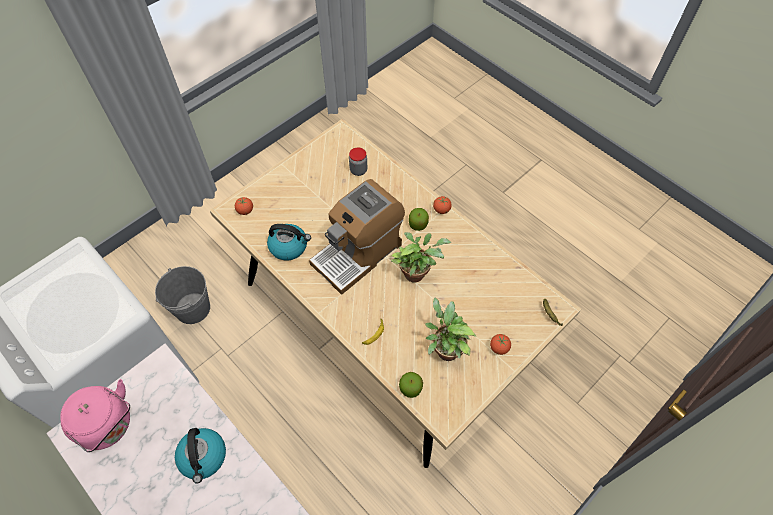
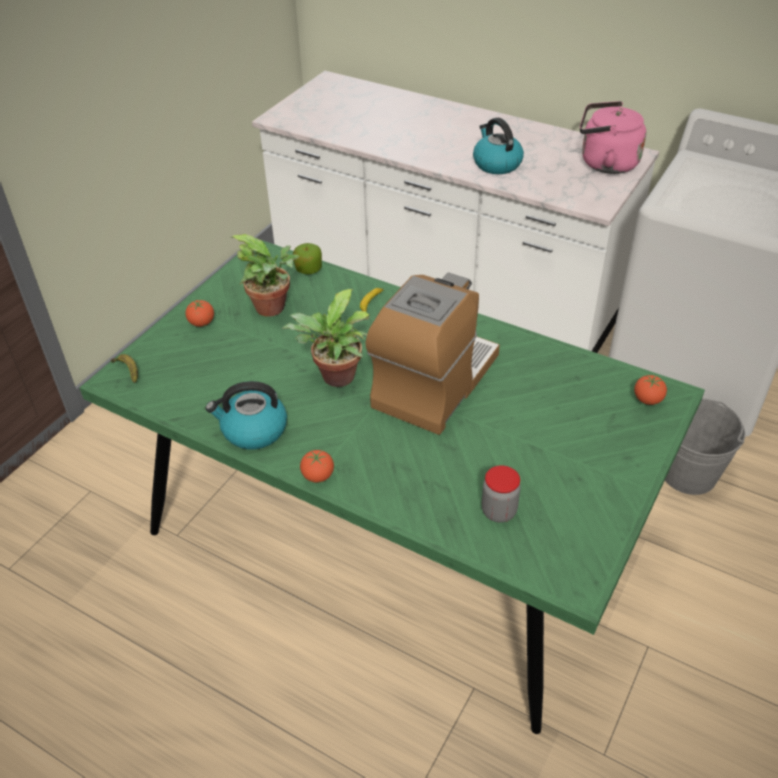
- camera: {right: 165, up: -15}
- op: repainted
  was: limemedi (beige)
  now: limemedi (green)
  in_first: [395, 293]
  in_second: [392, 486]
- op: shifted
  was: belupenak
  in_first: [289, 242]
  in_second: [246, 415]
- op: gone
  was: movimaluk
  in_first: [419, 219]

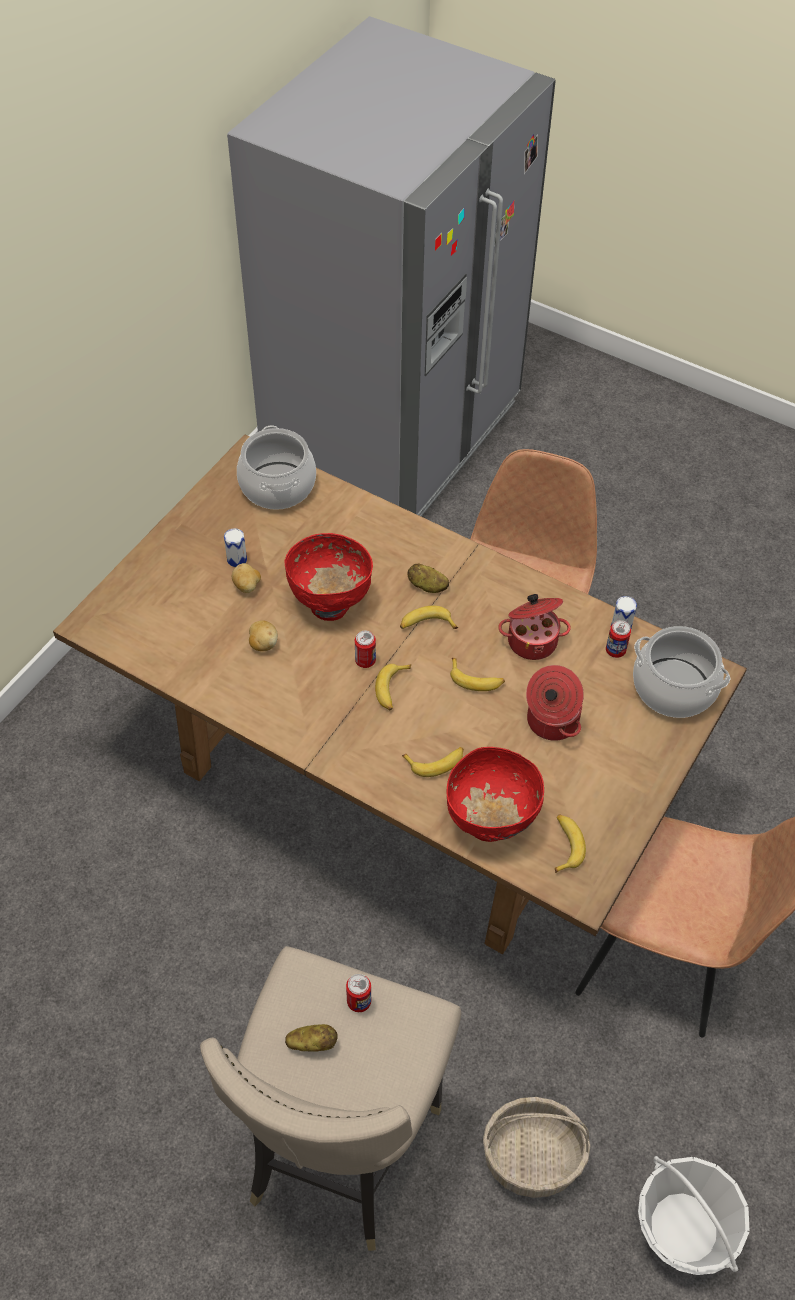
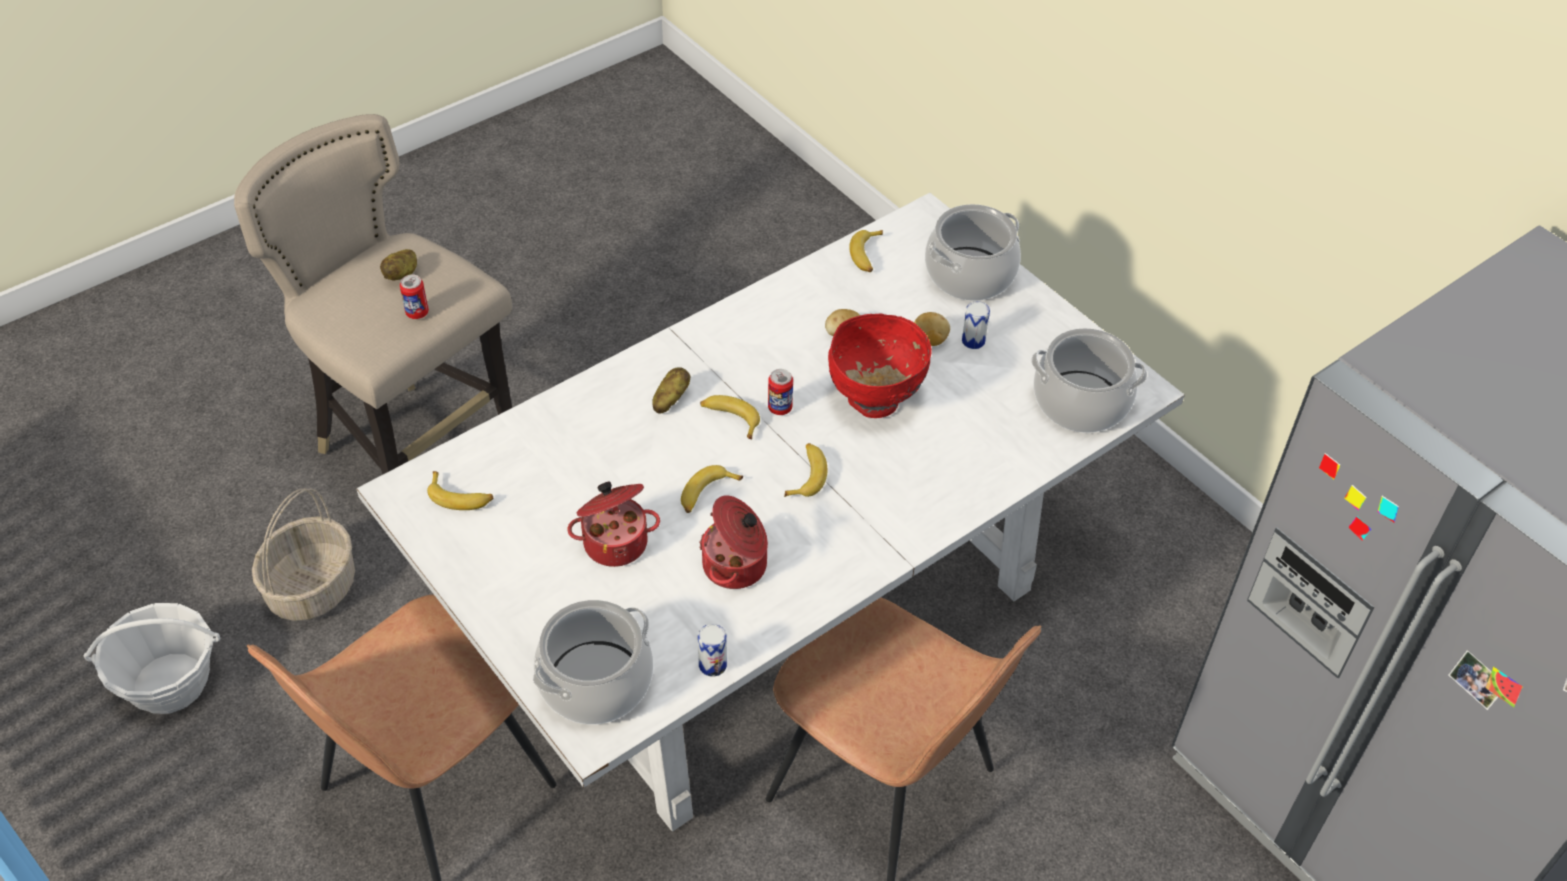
- camera: {right: 110, up: -5}
- op: repainted
  was: limemedi (brown)
  now: limemedi (white)
  in_first: [400, 694]
  in_second: [770, 512]
- op: shifted
  was: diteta
  in_first: [433, 762]
  in_second: [866, 251]
- op: shifted
  was: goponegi
  in_first: [428, 578]
  in_second: [671, 391]
- op: gone
  was: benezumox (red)
  in_first: [495, 794]
- op: gone
  was: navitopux
  in_first: [618, 639]
- op: new
  now: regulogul
  in_second: [973, 252]

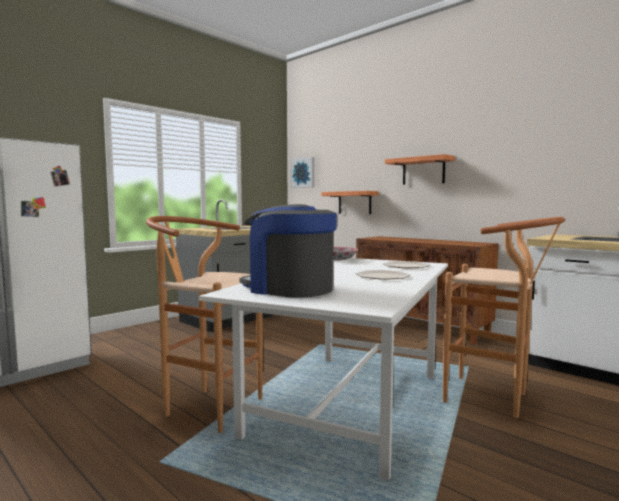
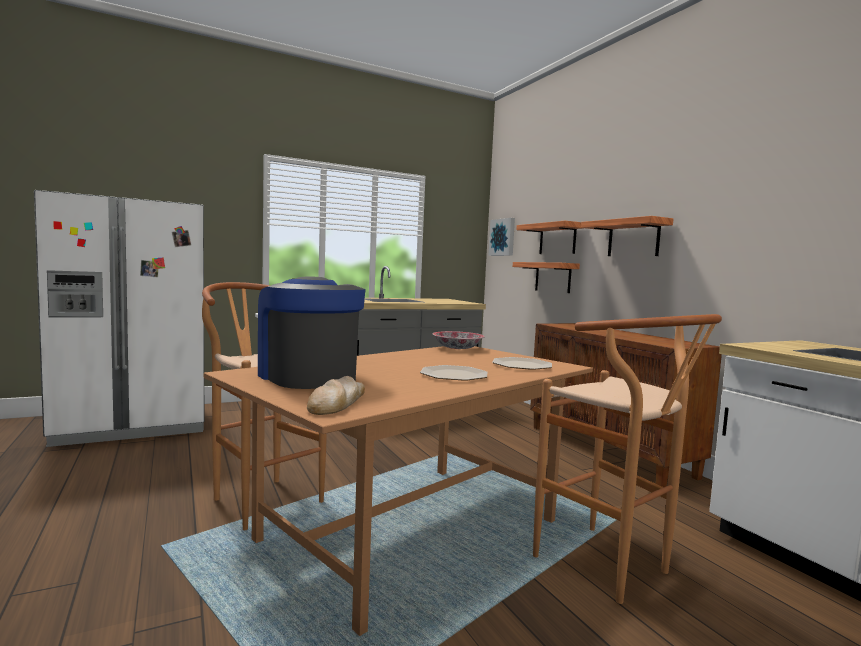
- camera: {right: 20, up: 0}
- op: repainted
  was: limemedi (white)
  now: limemedi (brown)
  in_first: [323, 369]
  in_second: [398, 491]
- op: new
  now: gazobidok
  in_second: [336, 395]
- op: new
  now: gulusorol
  in_second: [549, 237]

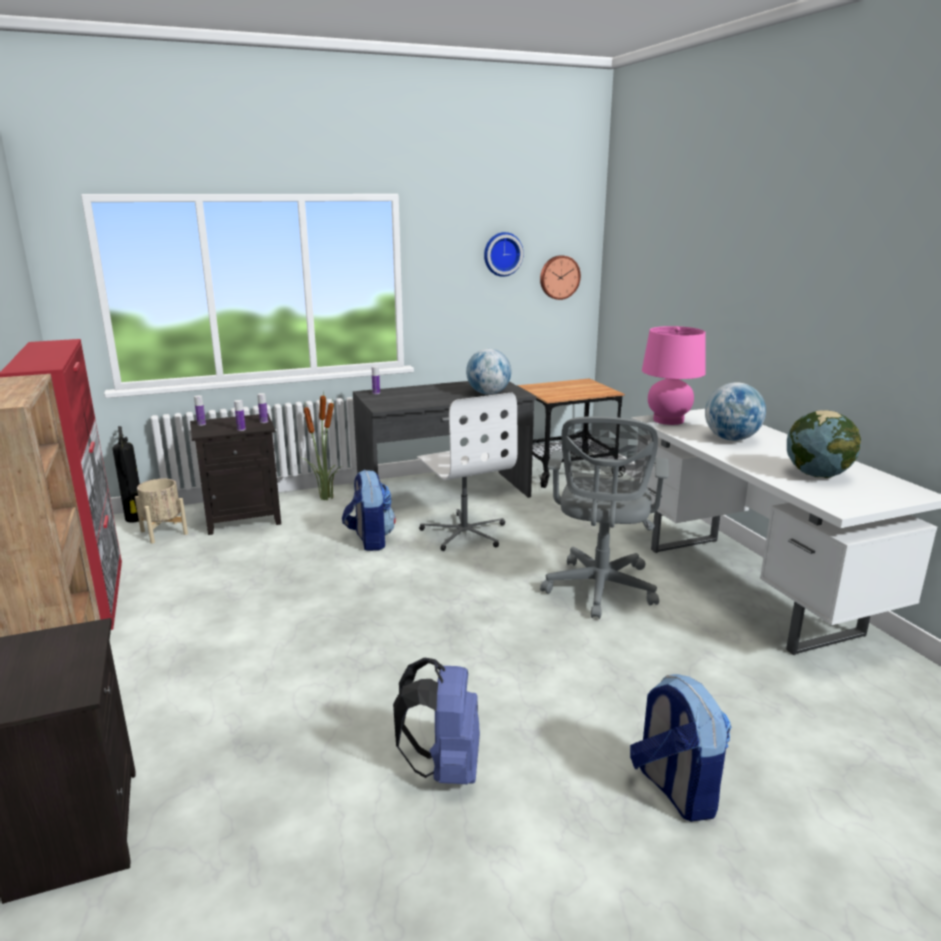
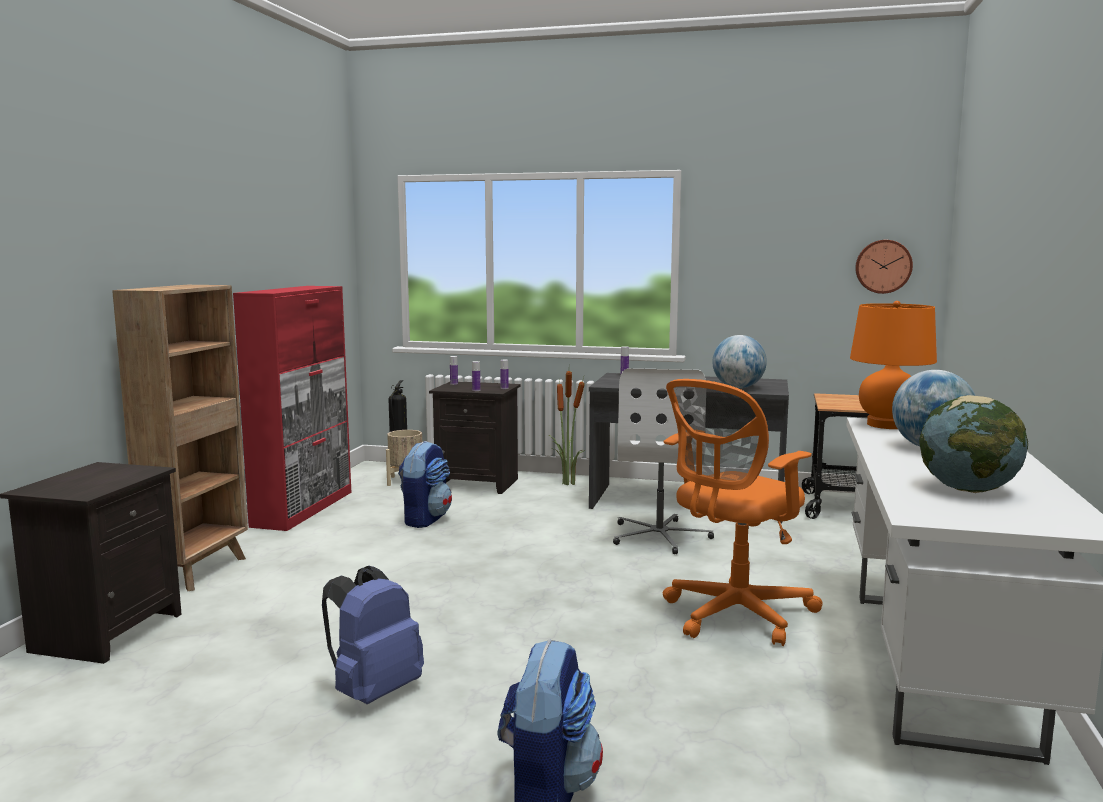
- camera: {right: 35, up: -10}
- op: shifted
  was: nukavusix
  in_first: [369, 510]
  in_second: [425, 484]
- op: gone
  was: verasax
  in_first: [504, 254]
- op: repainted
  was: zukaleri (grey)
  now: zukaleri (orange)
  in_first: [604, 517]
  in_second: [742, 512]
- op: repainted
  was: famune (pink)
  now: famune (orange)
  in_first: [673, 375]
  in_second: [893, 365]

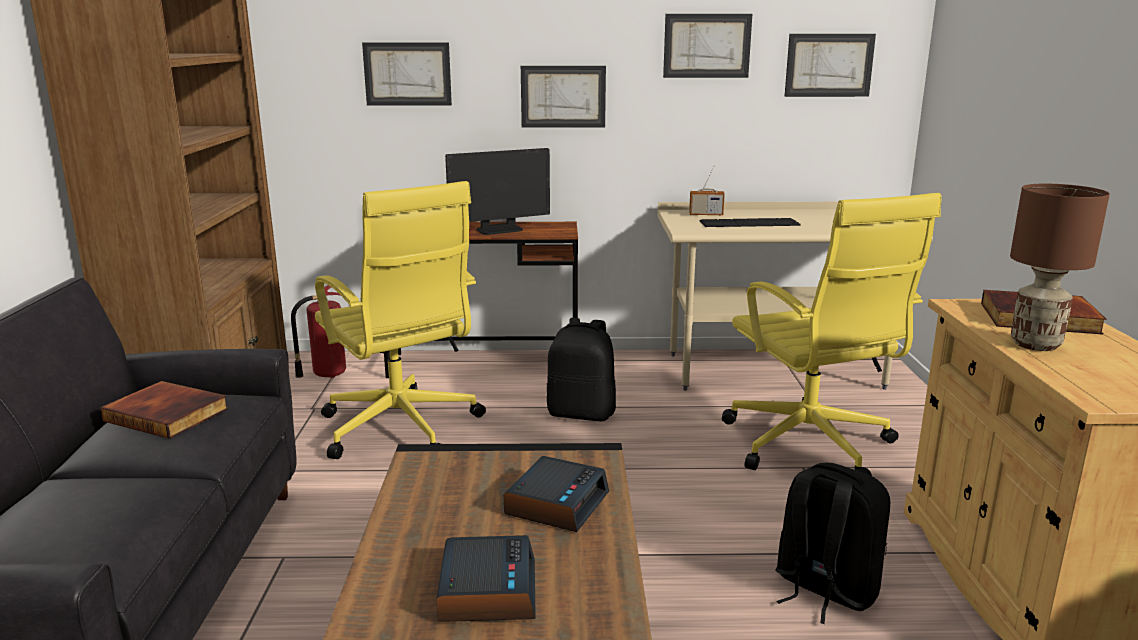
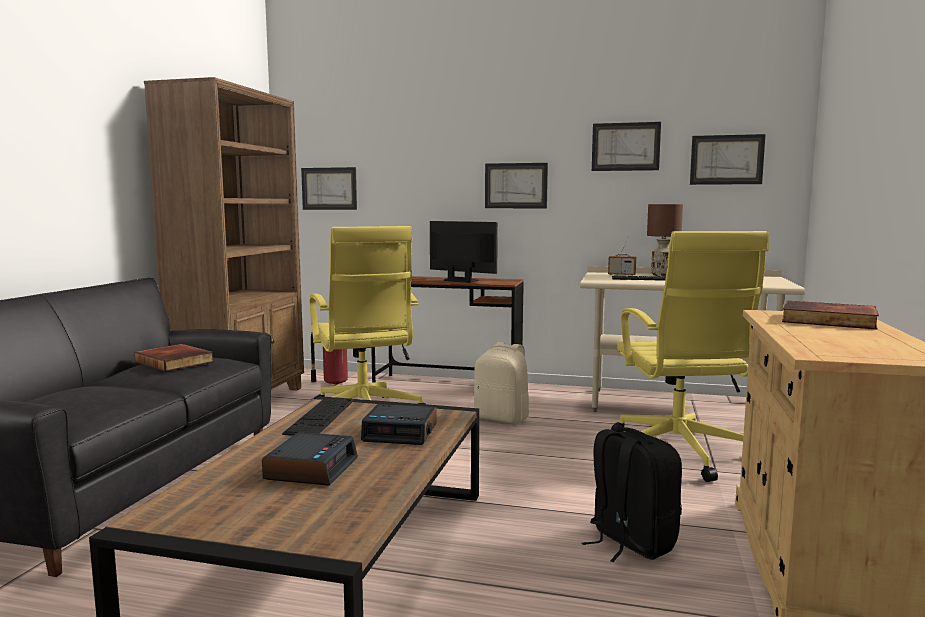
- camera: {right: 15, up: -10}
- op: shifted
  was: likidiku
  in_first: [407, 74]
  in_second: [329, 188]
- op: rotated
  was: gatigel
  in_first: [497, 191]
  in_second: [464, 252]
  clockwise: -135
- op: rotated
  was: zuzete
  in_first: [556, 494]
  in_second: [399, 424]
  clockwise: 60
- op: repainted
  was: nukavusix (black)
  now: nukavusix (beige)
  in_first: [581, 370]
  in_second: [501, 383]
- op: shifted
  was: famune (brown)
  in_first: [1060, 267]
  in_second: [665, 240]
- op: new
  now: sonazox
  in_second: [318, 417]

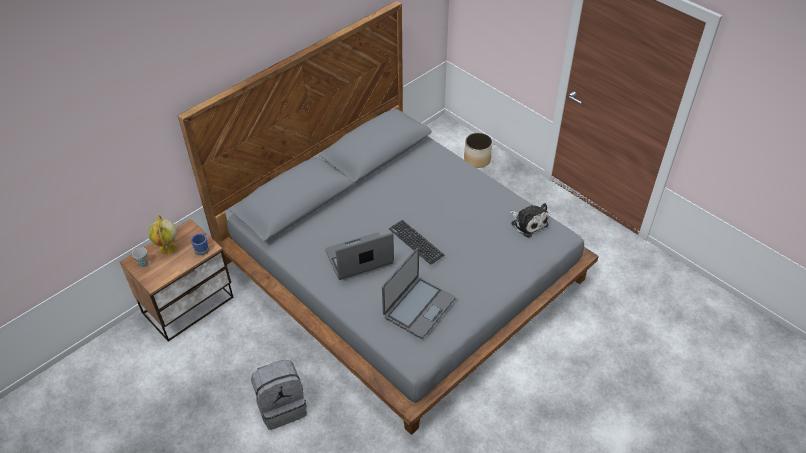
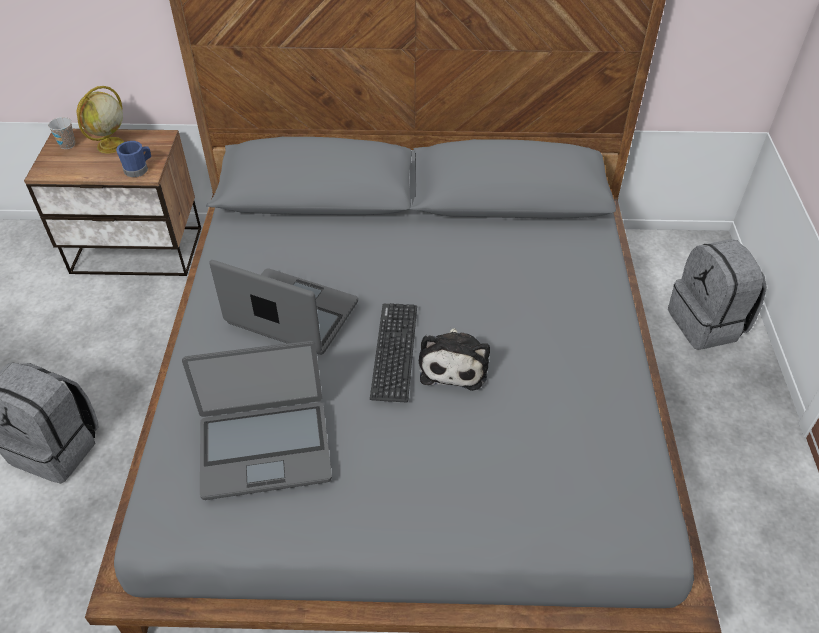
- camera: {right: 45, up: 0}
- op: swapped
  was: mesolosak
  now: nukavusix (grey)
  in_first: [478, 150]
  in_second: [717, 294]
- op: shifted
  was: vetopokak
  in_first: [529, 220]
  in_second: [454, 359]

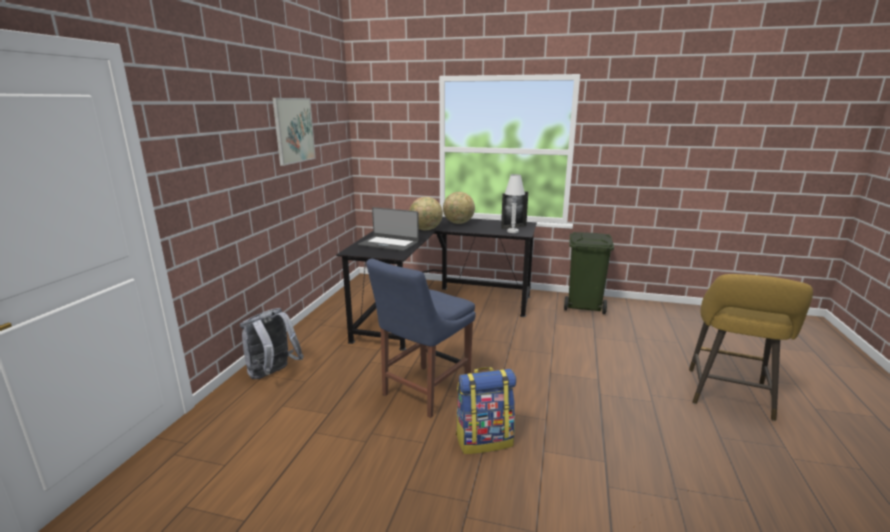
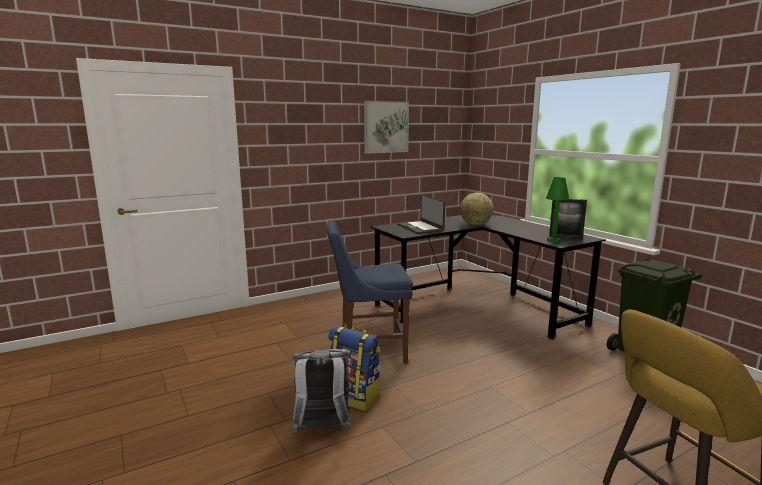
- camera: {right: 45, up: -5}
- op: shifted
  was: nukavusix (grey)
  in_first: [272, 343]
  in_second: [321, 390]
- op: gone
  was: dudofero
  in_first: [459, 208]
- op: repainted
  was: famune (white)
  now: famune (green)
  in_first: [515, 203]
  in_second: [557, 209]

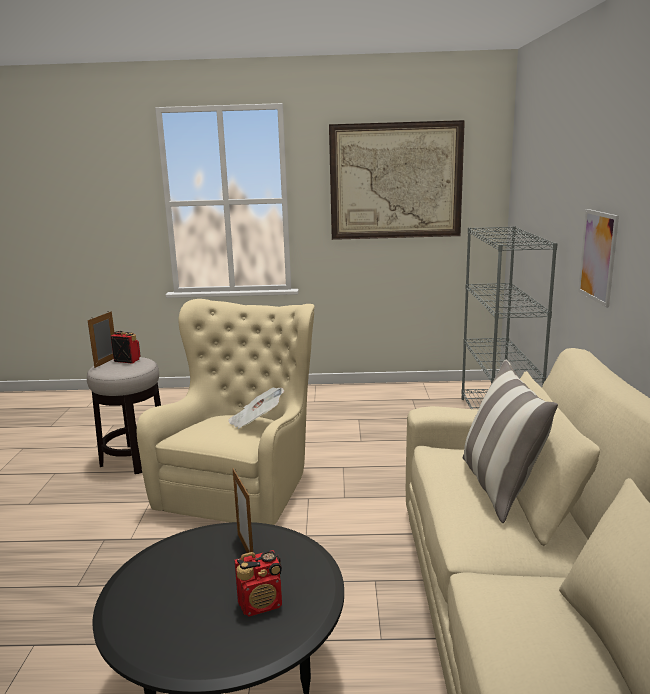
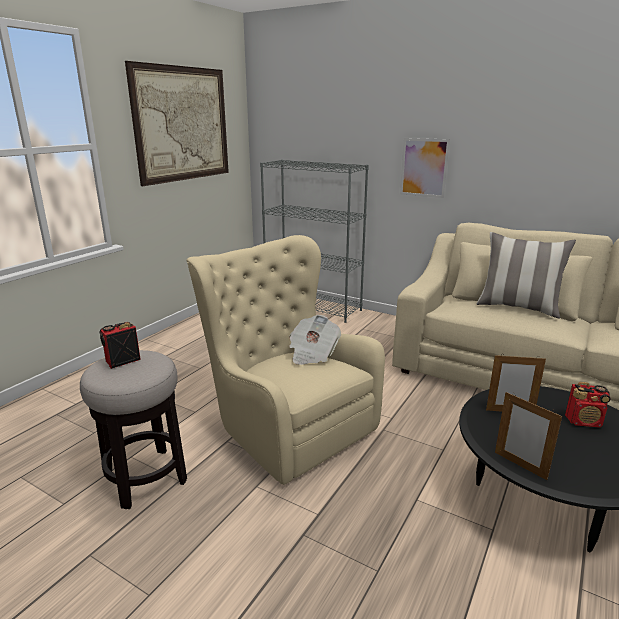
- camera: {right: -60, up: 5}
- op: shifted
  was: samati
  in_first: [101, 339]
  in_second: [528, 436]
- op: rotated
  was: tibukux
  in_first: [258, 583]
  in_second: [588, 405]
  clockwise: 90

